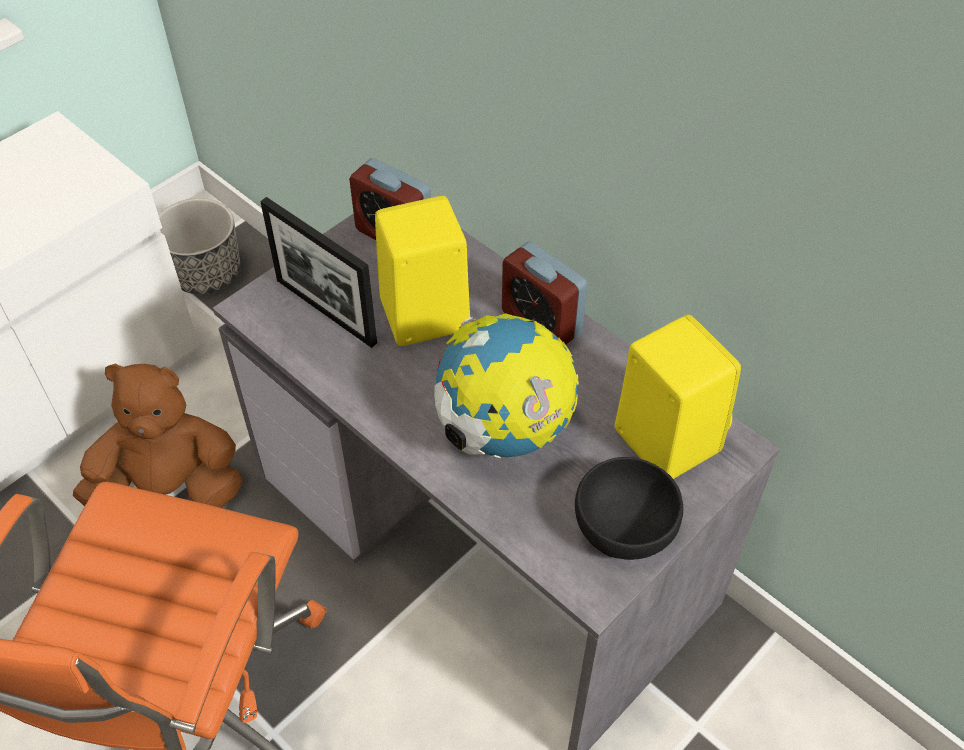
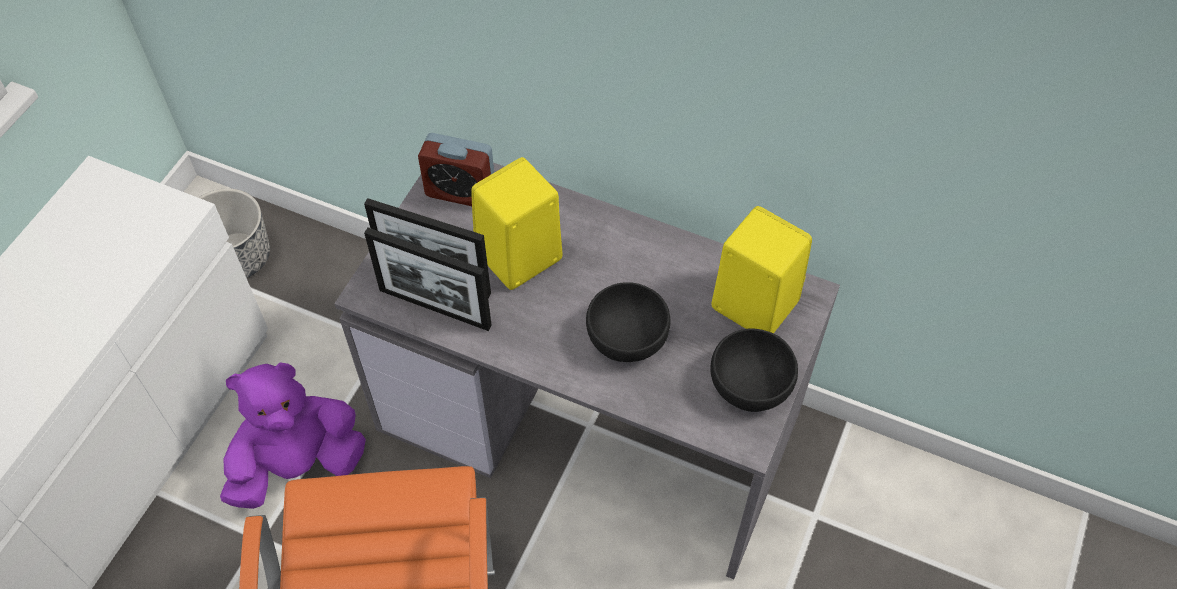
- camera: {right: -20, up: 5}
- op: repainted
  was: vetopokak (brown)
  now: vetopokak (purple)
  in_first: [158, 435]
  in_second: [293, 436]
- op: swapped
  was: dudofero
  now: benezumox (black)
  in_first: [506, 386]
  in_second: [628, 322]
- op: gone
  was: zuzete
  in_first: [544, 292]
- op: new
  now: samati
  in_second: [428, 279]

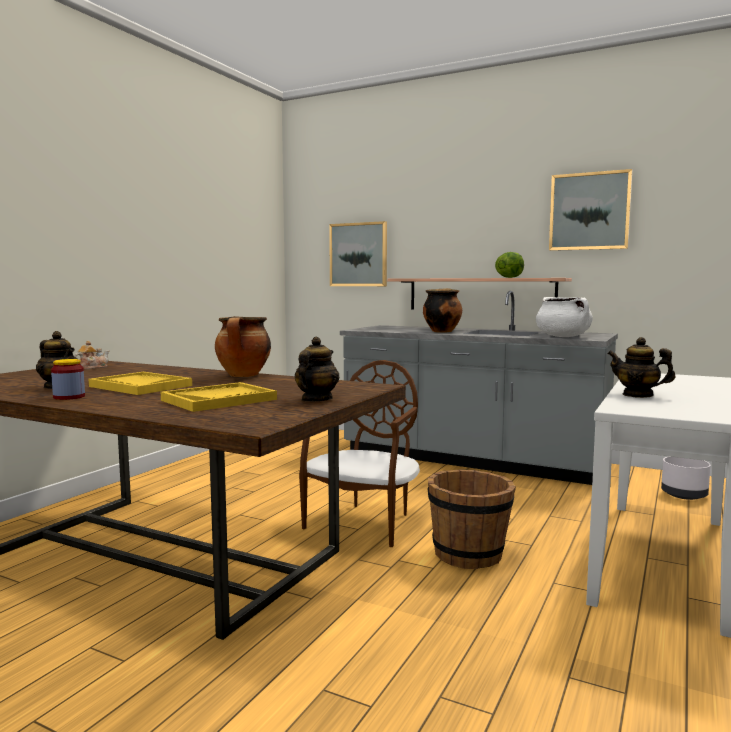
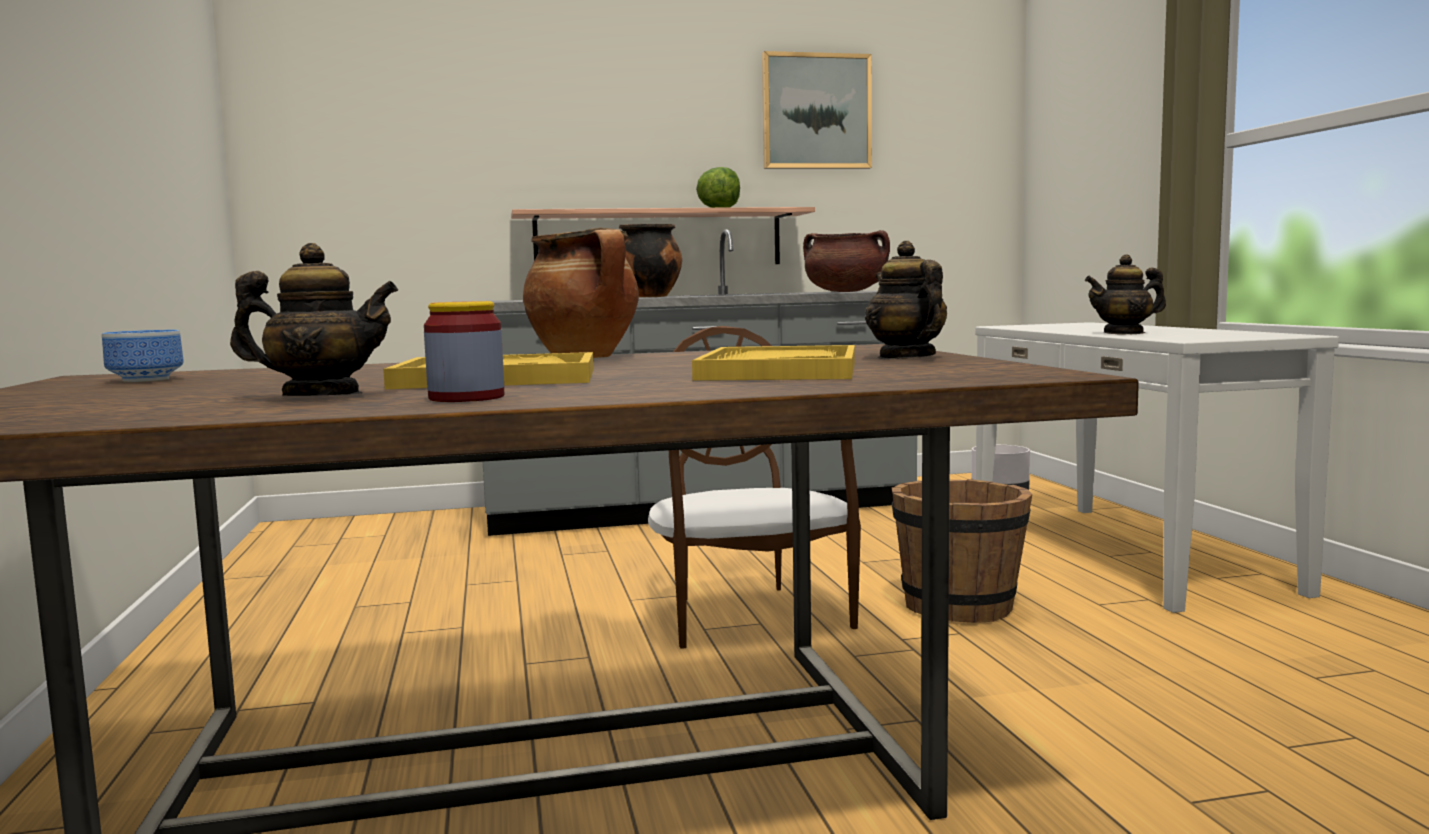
- camera: {right: -40, up: 0}
- op: swapped
  was: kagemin
  now: benezumox
  in_first: [92, 355]
  in_second: [142, 356]
- op: gone
  was: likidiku
  in_first: [358, 253]
- op: repainted
  was: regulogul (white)
  now: regulogul (brown)
  in_first: [564, 317]
  in_second: [846, 261]

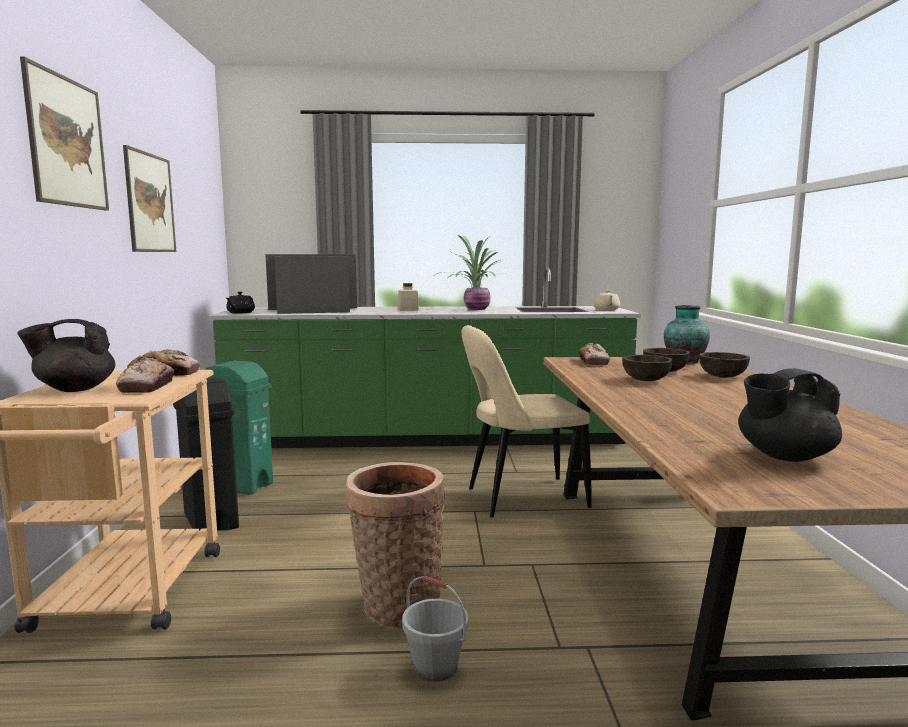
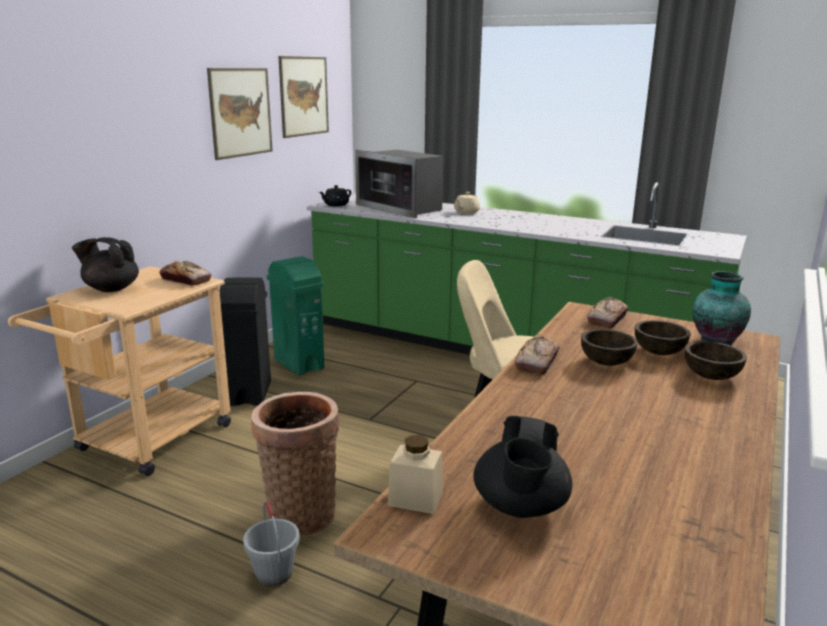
- camera: {right: 30, up: 10}
- op: shifted
  was: likidiku
  in_first: [64, 133]
  in_second: [303, 97]
- op: shifted
  was: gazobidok
  in_first: [145, 376]
  in_second: [537, 355]
- op: rotated
  was: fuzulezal
  in_first: [311, 284]
  in_second: [399, 184]
  clockwise: -150
- op: shifted
  was: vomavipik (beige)
  in_first: [408, 297]
  in_second: [415, 474]
- op: gone
  was: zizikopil
  in_first: [469, 272]
- op: shifted
  was: kagemin (beige)
  in_first: [607, 300]
  in_second: [467, 203]
- op: rotated
  was: kagemin (black)
  in_first: [790, 415]
  in_second: [522, 467]
  clockwise: -90

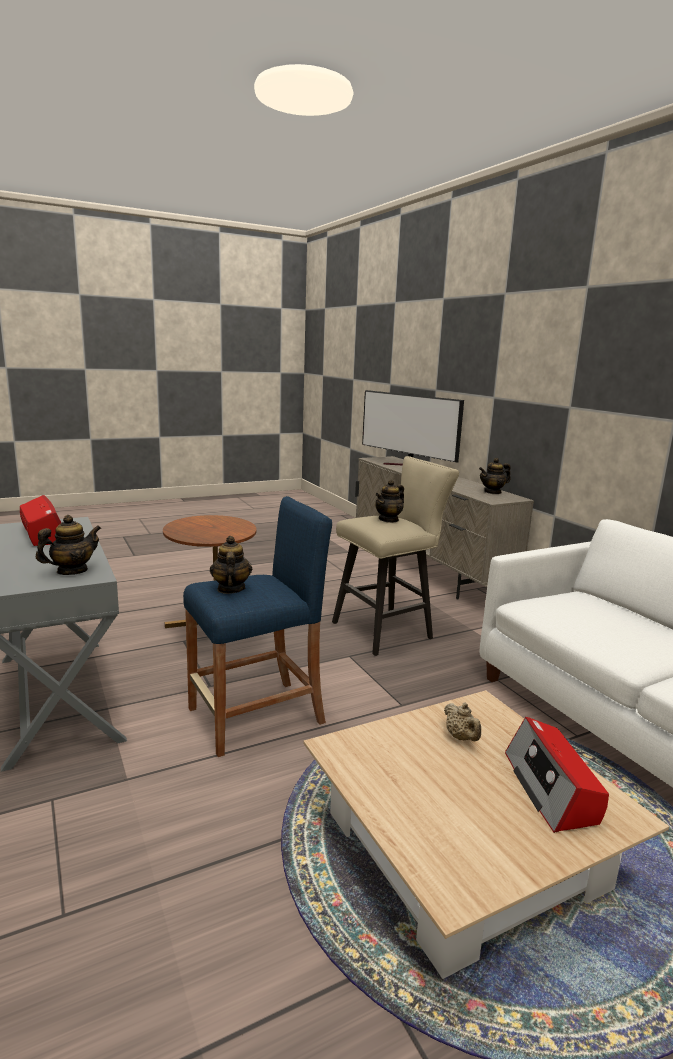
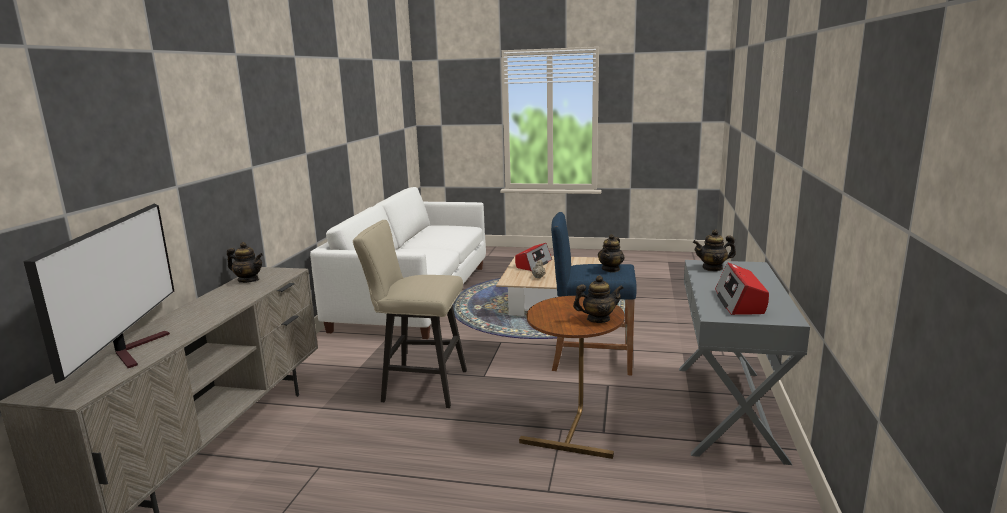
- camera: {right: -140, up: 0}
- op: shifted
  was: kagemin
  in_first: [389, 501]
  in_second: [598, 299]

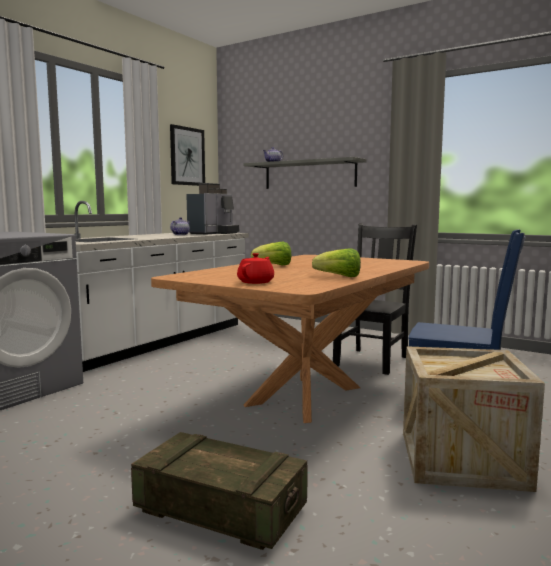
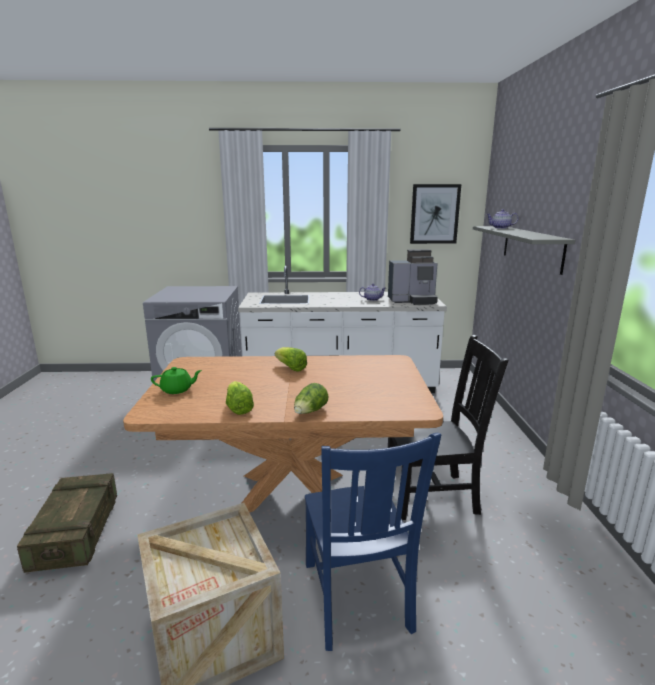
- camera: {right: 55, up: 10}
- op: repainted
  was: kagemin (red)
  now: kagemin (green)
  in_first: [255, 268]
  in_second: [176, 380]
- op: new
  now: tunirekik
  in_second: [311, 398]

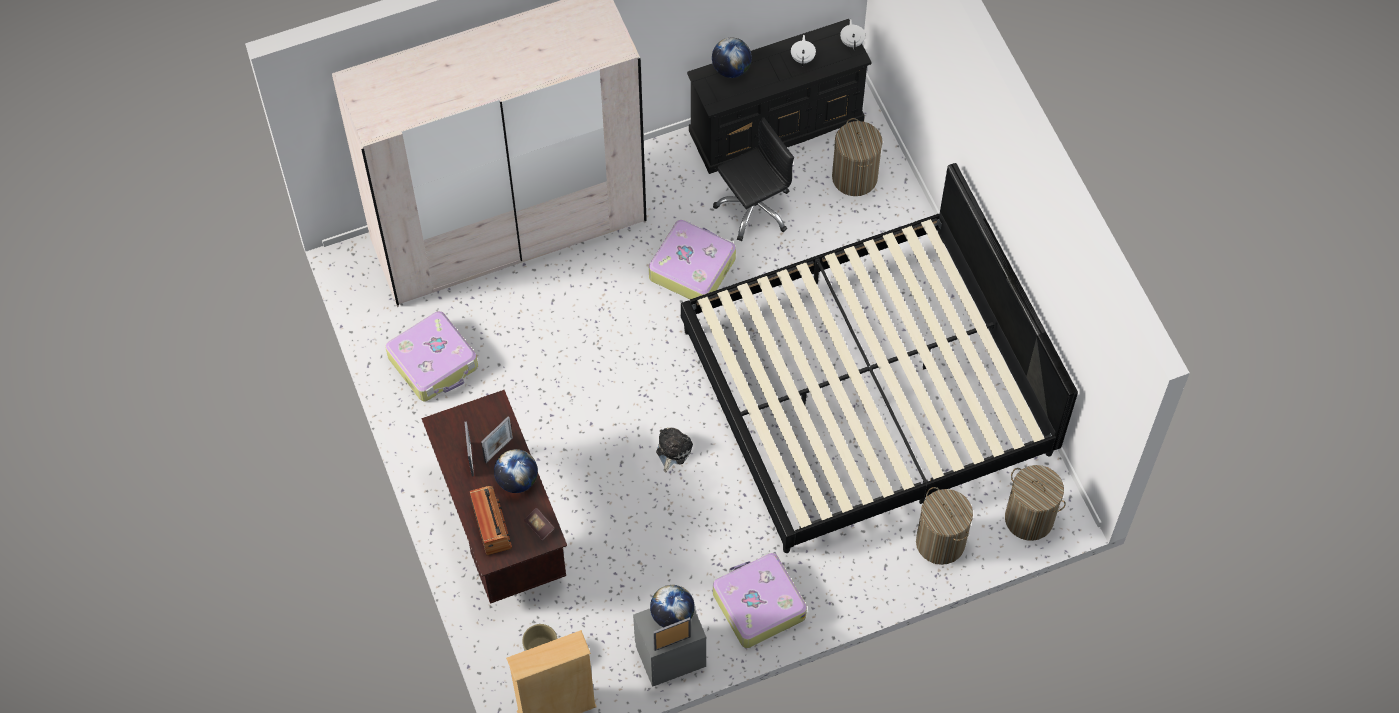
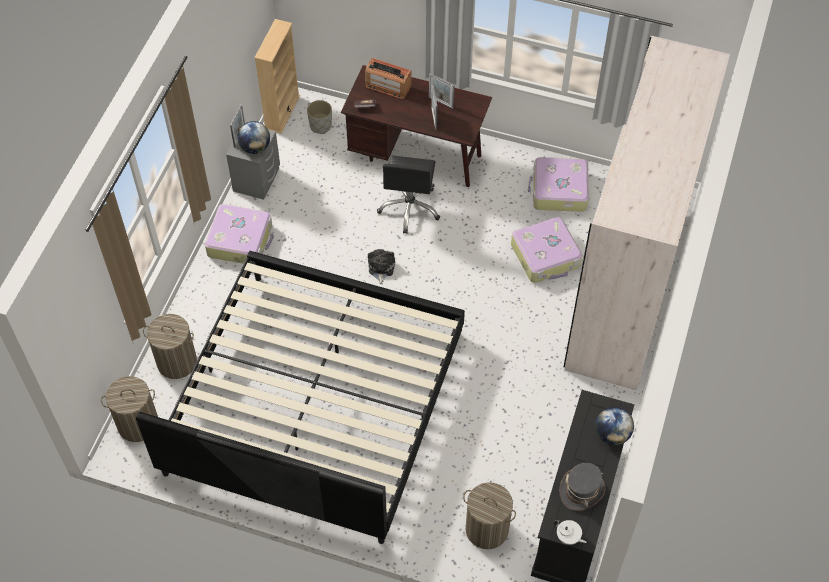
- camera: {right: 130, up: -5}
- op: gone
  was: dudofero
  in_first: [516, 471]
- op: shifted
  was: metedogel
  in_first: [692, 259]
  in_second: [546, 250]
- op: rotated
  was: vetopokak
  in_first: [674, 449]
  in_second: [381, 267]
  clockwise: -150
- op: shifted
  was: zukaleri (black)
  in_first: [753, 179]
  in_second: [408, 194]
- op: swapped
  was: kagemin (white)
  now: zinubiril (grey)
  in_first: [803, 50]
  in_second: [582, 487]

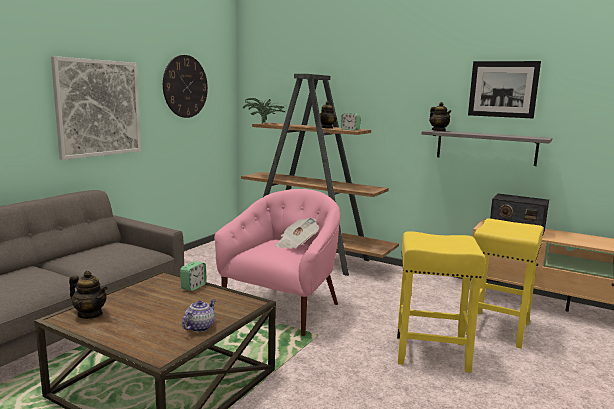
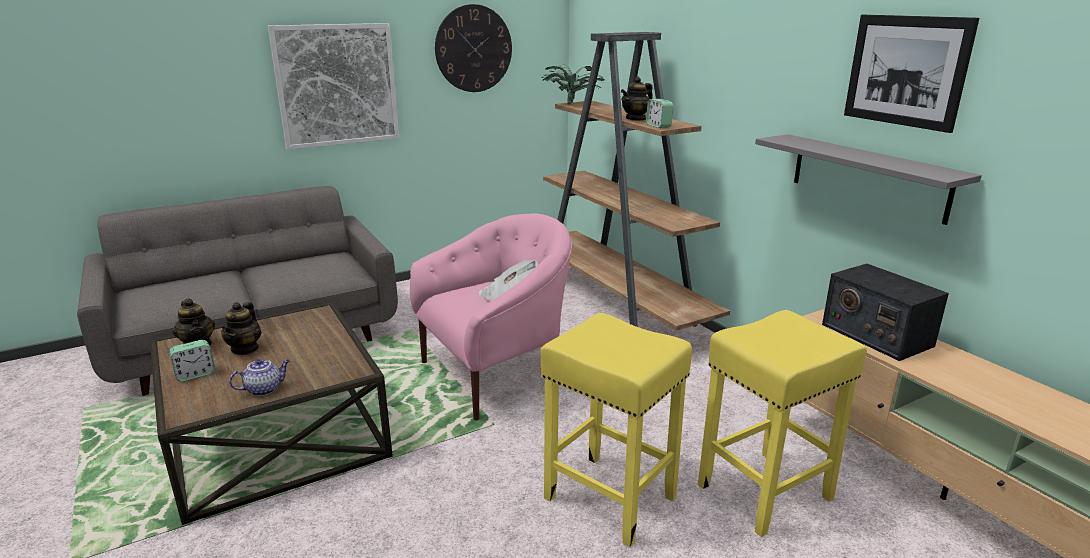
- camera: {right: 30, up: 10}
- op: shifted
  was: zuzete
  in_first: [193, 276]
  in_second: [192, 361]
- op: shifted
  was: kagemin
  in_first: [440, 116]
  in_second: [241, 328]

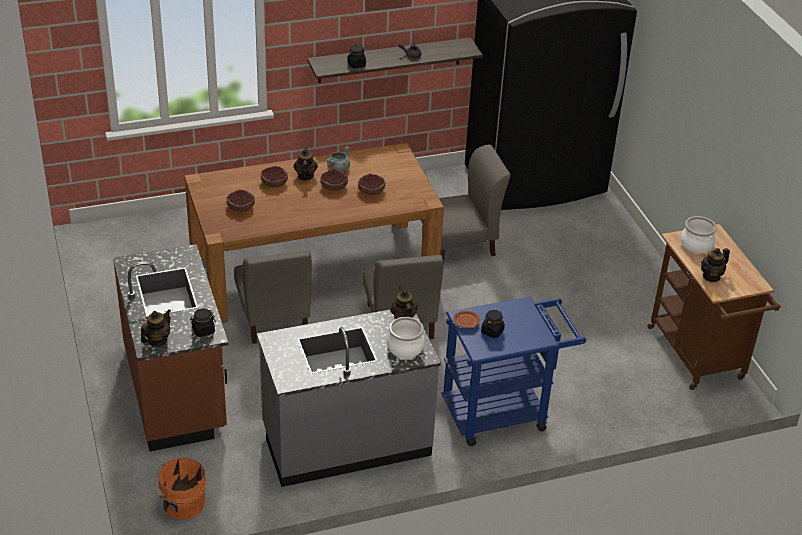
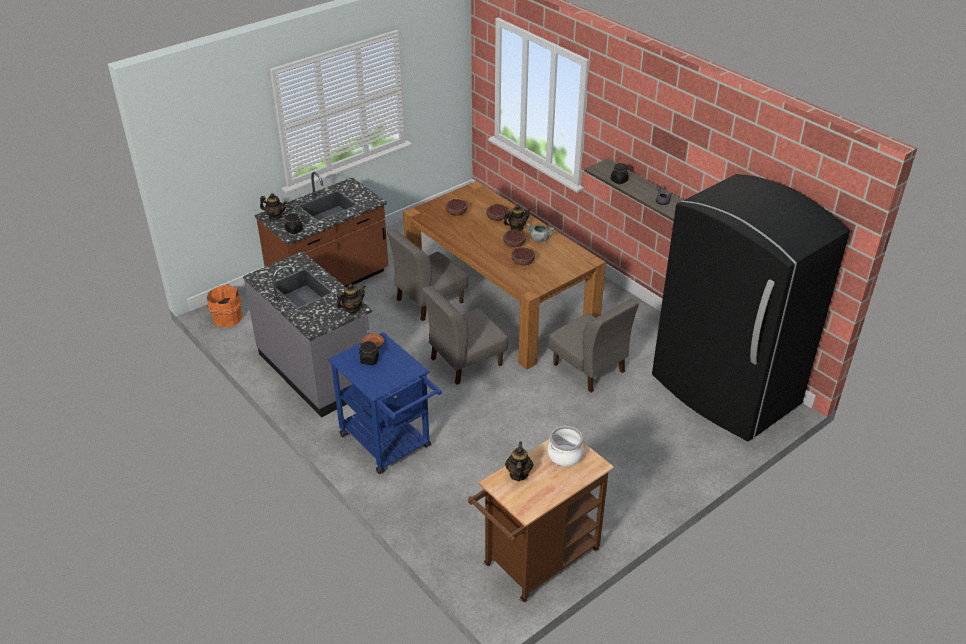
- camera: {right: 70, up: 0}
- op: gone
  was: regulogul
  in_first: [406, 337]
- op: rotated
  was: kagemin
  in_first: [715, 265]
  in_second: [519, 462]
  clockwise: 60

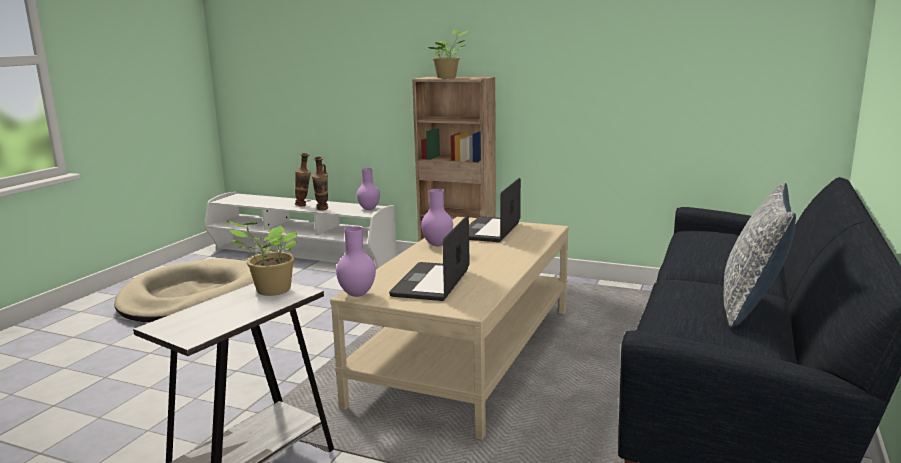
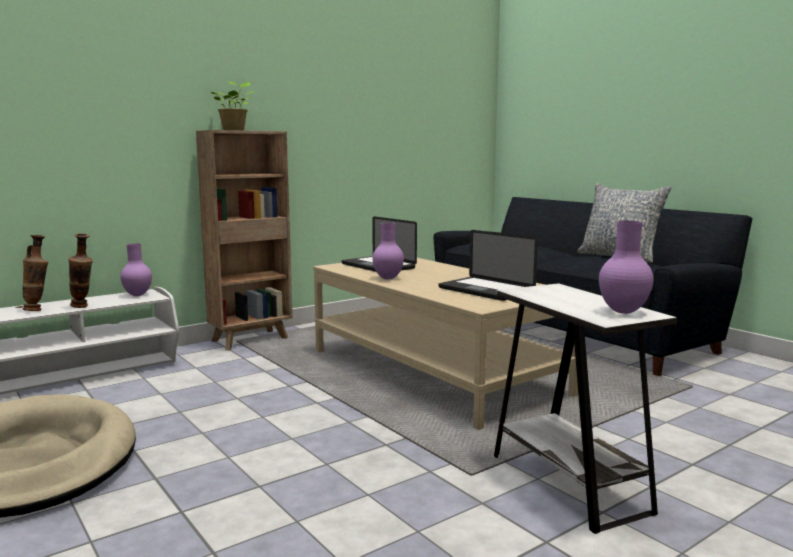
- camera: {right: -60, up: -5}
- op: gone
  was: zizikopil
  in_first: [260, 258]
- op: shifted
  was: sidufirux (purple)
  in_first: [356, 261]
  in_second: [626, 267]

